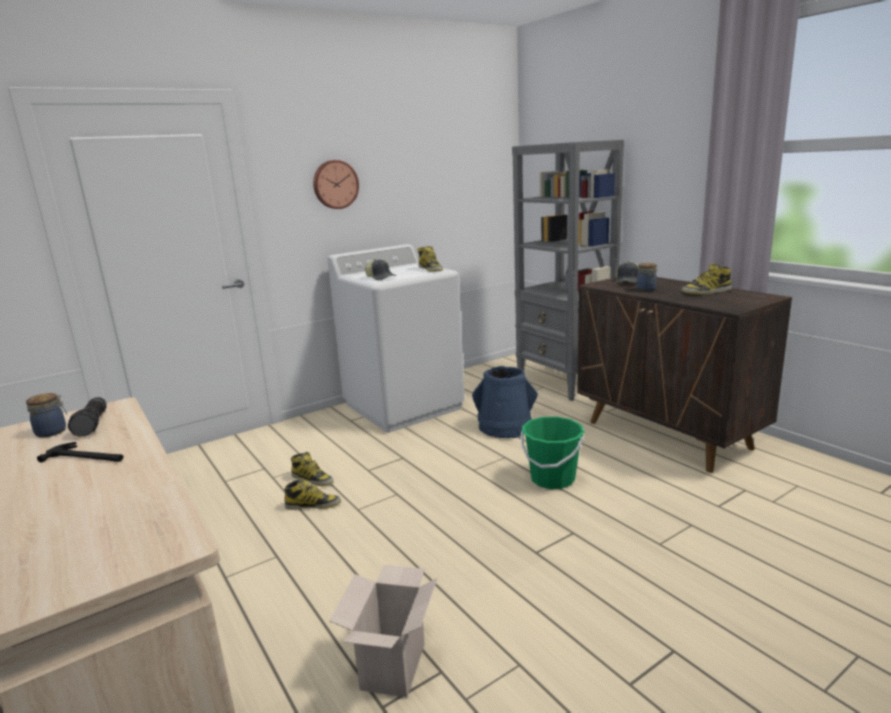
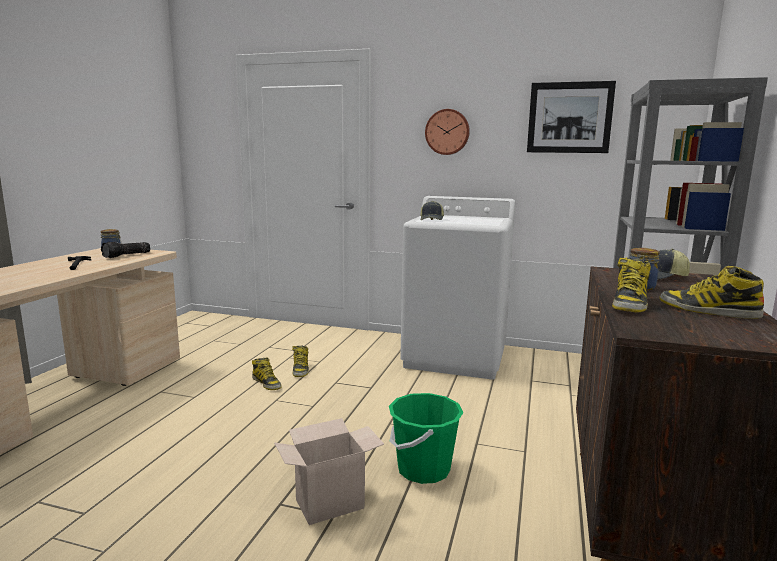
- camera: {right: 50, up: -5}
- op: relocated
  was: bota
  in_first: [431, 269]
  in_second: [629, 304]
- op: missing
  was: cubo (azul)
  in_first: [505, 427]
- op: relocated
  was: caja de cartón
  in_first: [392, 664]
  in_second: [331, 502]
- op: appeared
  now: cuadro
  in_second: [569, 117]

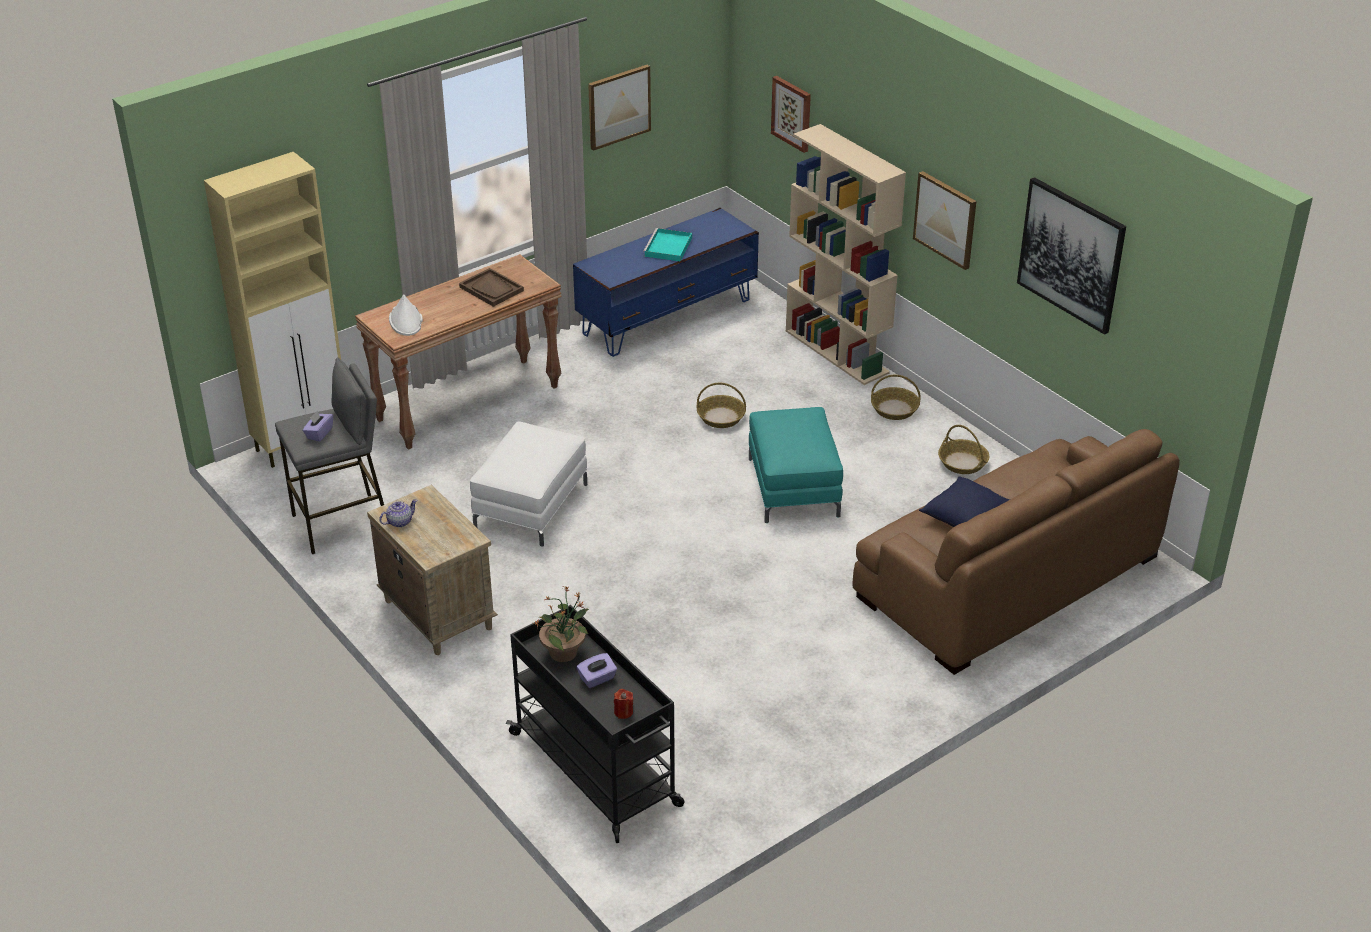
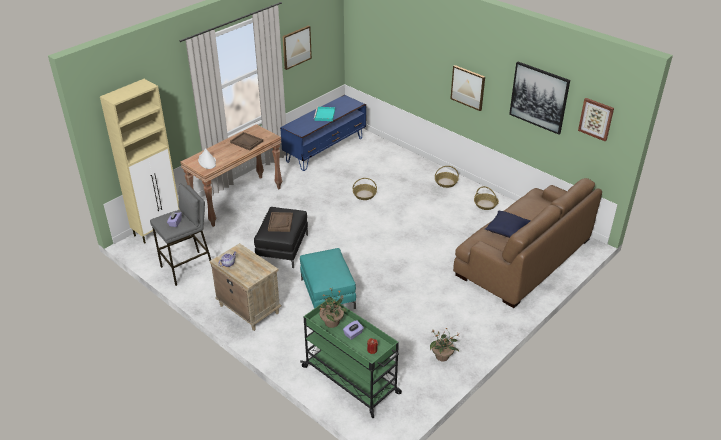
- camera: {right: -10, up: 0}
- op: relocated
  was: cuadro
  in_first: [792, 113]
  in_second: [596, 119]
- op: missing
  was: estantería (beis)
  in_first: [837, 352]
- op: relocated
  was: puf (turquesa)
  in_first: [793, 487]
  in_second: [328, 293]
- op: colour
  was: puf (blanco)
  now: puf (negro)
  in_first: [531, 506]
  in_second: [282, 248]
- op: colour
  was: carrito (negro)
  now: carrito (verde)
  in_first: [596, 770]
  in_second: [351, 380]
- op: appeared
  now: bandeja (marrón)
  in_second: [280, 222]
- op: appeared
  now: planta en maceta
  in_second: [442, 356]

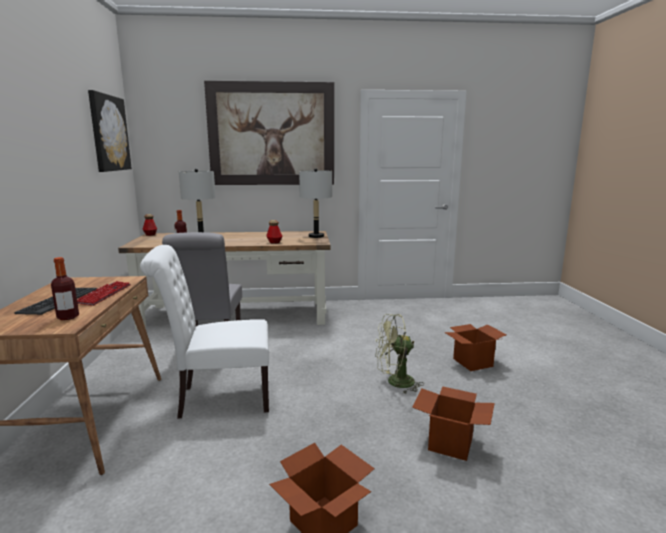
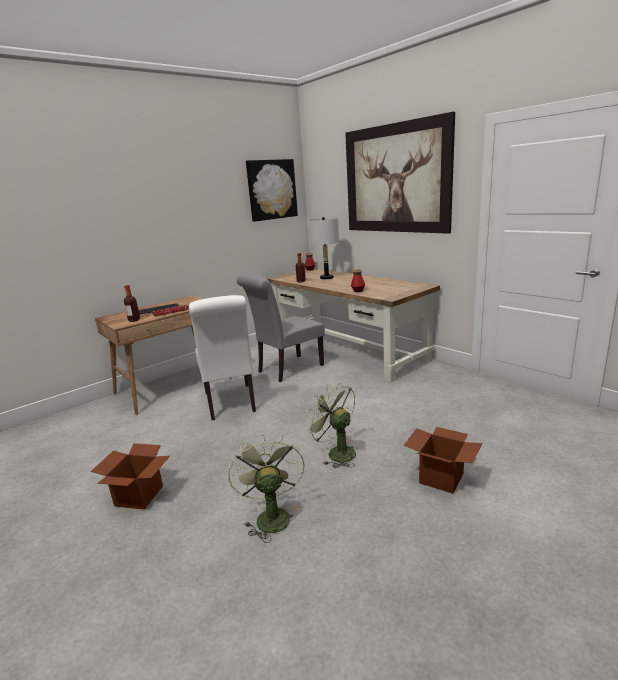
- camera: {right: 55, up: 5}
- op: missing
  was: lámpara de mesa (gris)
  in_first: [316, 236]
- op: spun
  was: silla (blanco)
  in_first: [218, 399]
  in_second: [231, 403]
  clockwise: -150
- op: exchanged
  was: caja de cartón
  now: ventilador (verde)
  in_first: [450, 444]
  in_second: [270, 515]

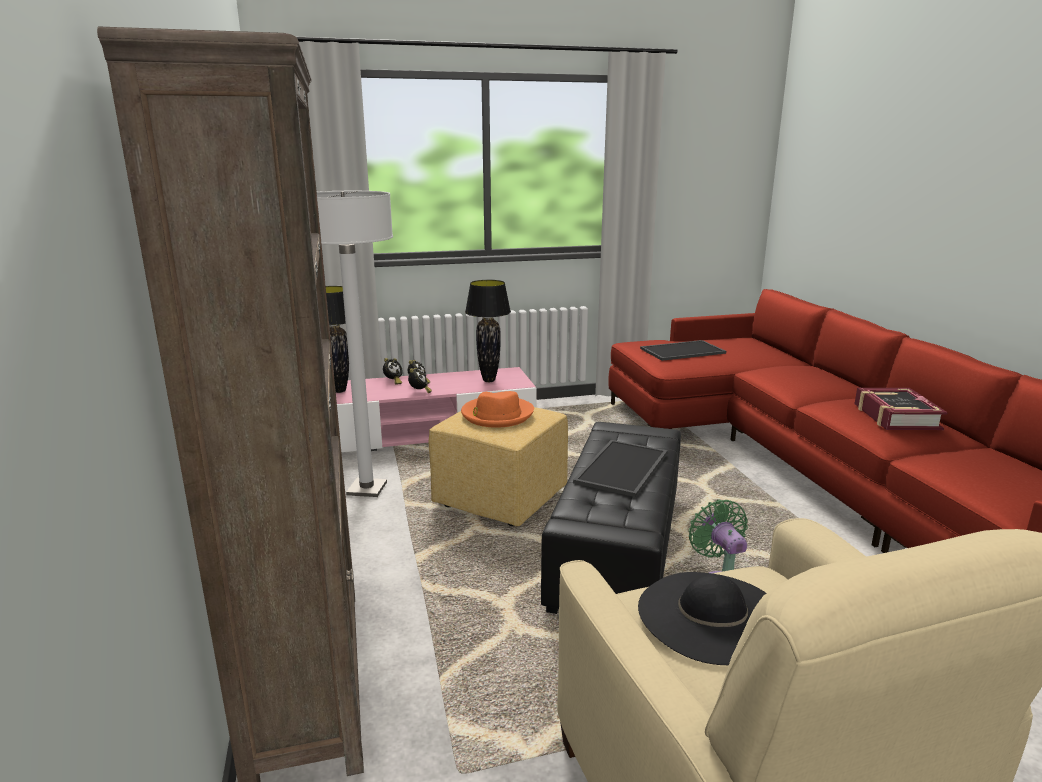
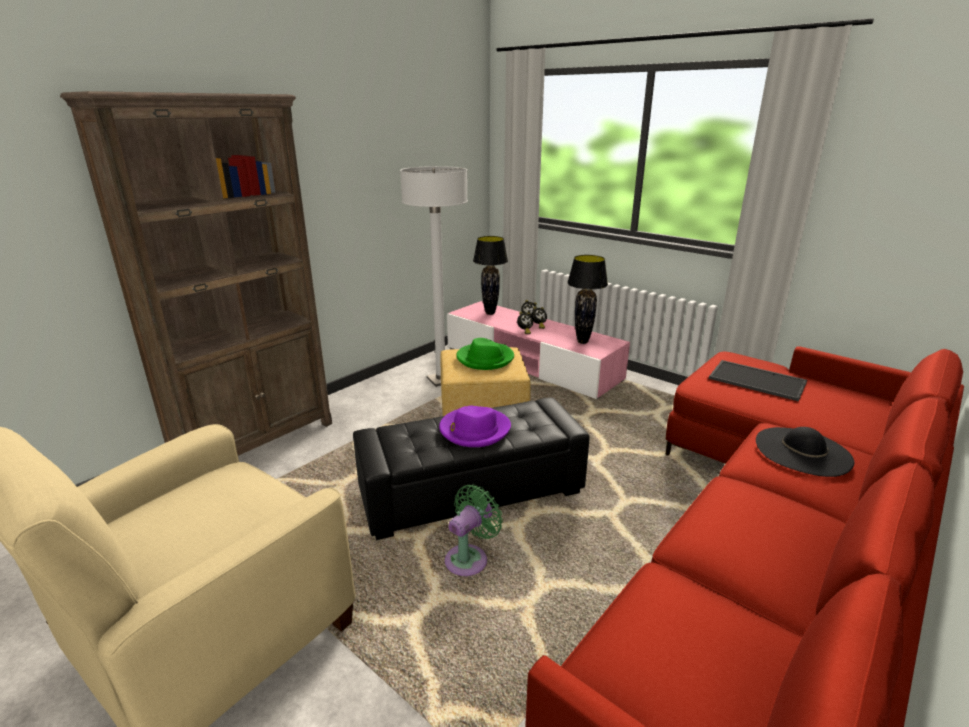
- camera: {right: 55, up: 5}
- op: missing
  was: libro
  in_first: [895, 417]
- op: colour
  was: sombrero (naranja)
  now: sombrero (verde)
  in_first: [497, 415]
  in_second: [485, 358]
- op: exchanged
  was: bandeja
  now: sombrero (morado)
  in_first: [623, 468]
  in_second: [474, 430]
- op: relocated
  was: sombrero (negro)
  in_first: [712, 616]
  in_second: [802, 451]

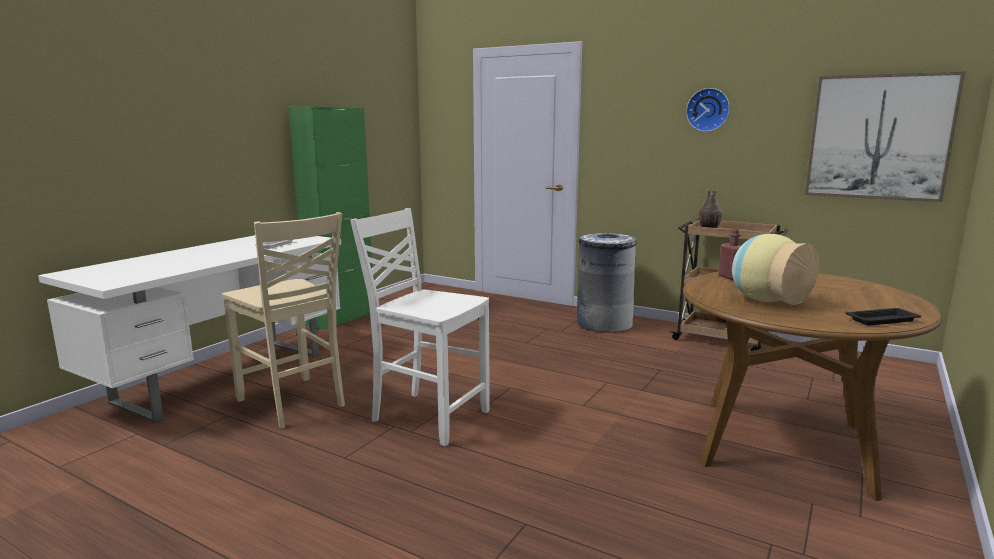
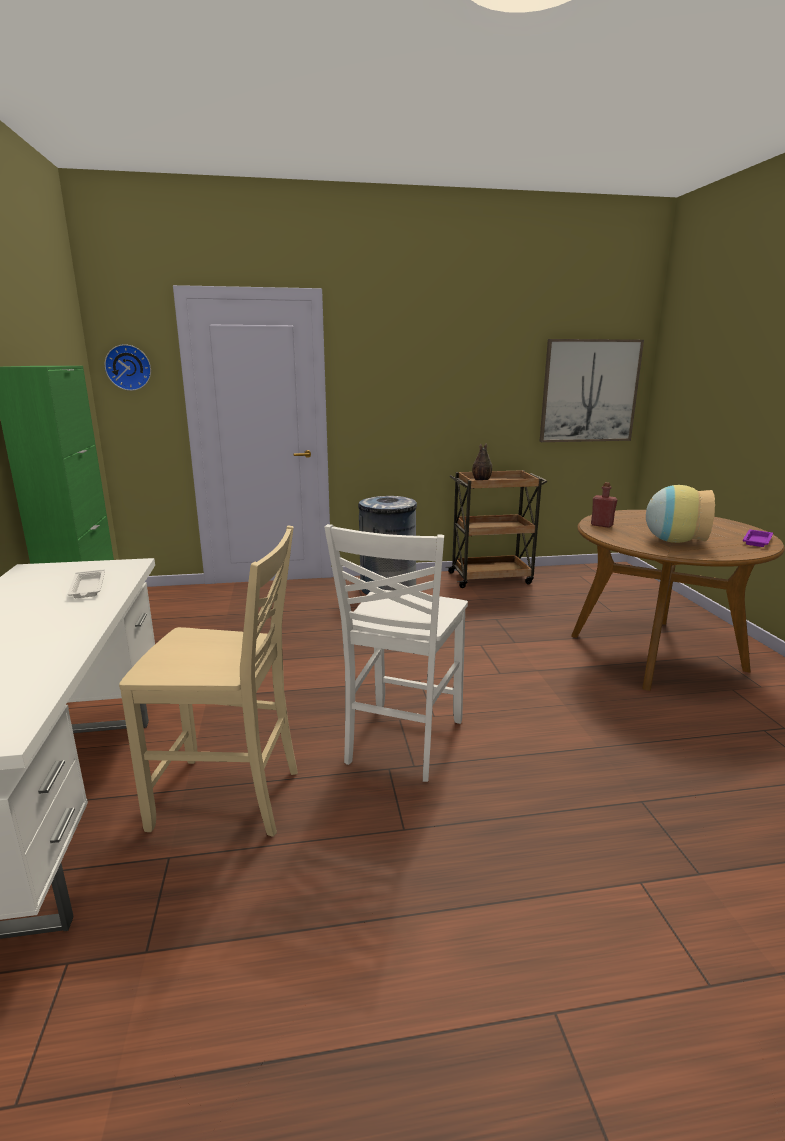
- camera: {right: -40, up: 5}
- op: relocated
  was: reloj de pared
  in_first: [708, 110]
  in_second: [129, 367]
- op: spun
  was: silla (blanco)
  in_first: [428, 416]
  in_second: [401, 742]
  clockwise: -60
- op: colour
  was: bandeja (negro)
  now: bandeja (morado)
  in_first: [883, 320]
  in_second: [757, 541]

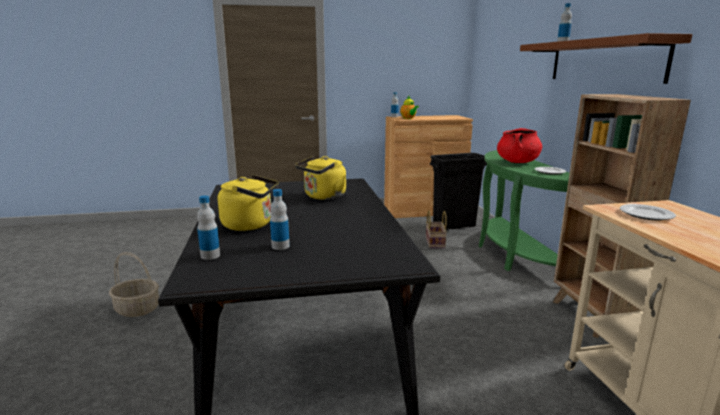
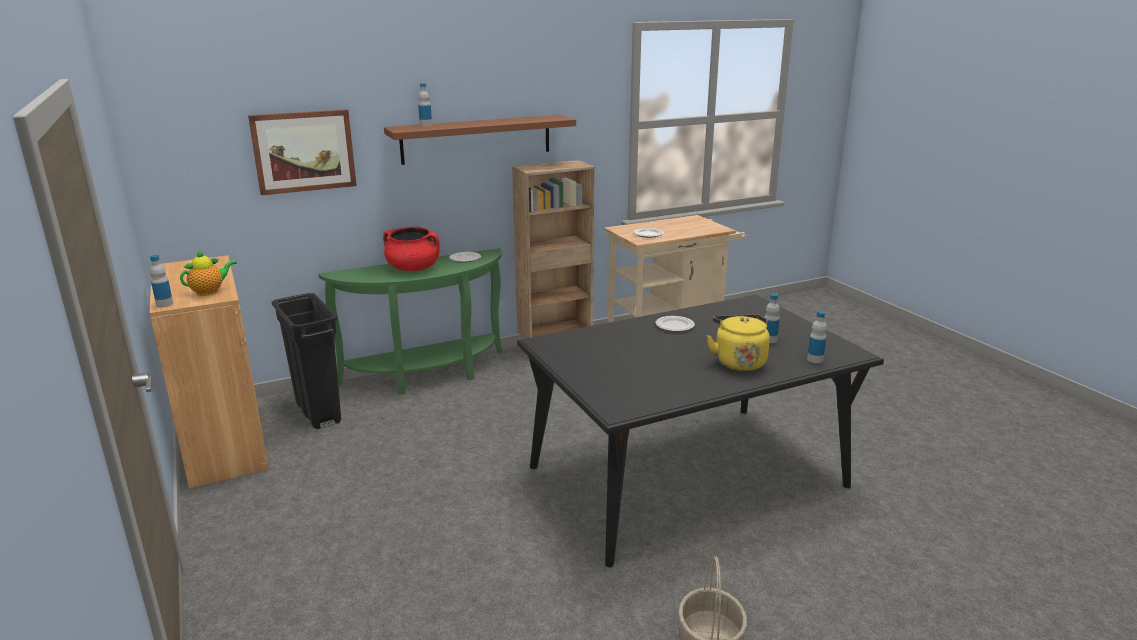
- camera: {right: -105, up: 5}
- op: missing
  was: hervidor (amarillo)
  in_first: [323, 197]
- op: missing
  was: cesta
  in_first: [435, 243]
- op: appeared
  now: cuadro
  in_second: [304, 151]
- op: appeared
  now: plato
  in_second: [674, 326]

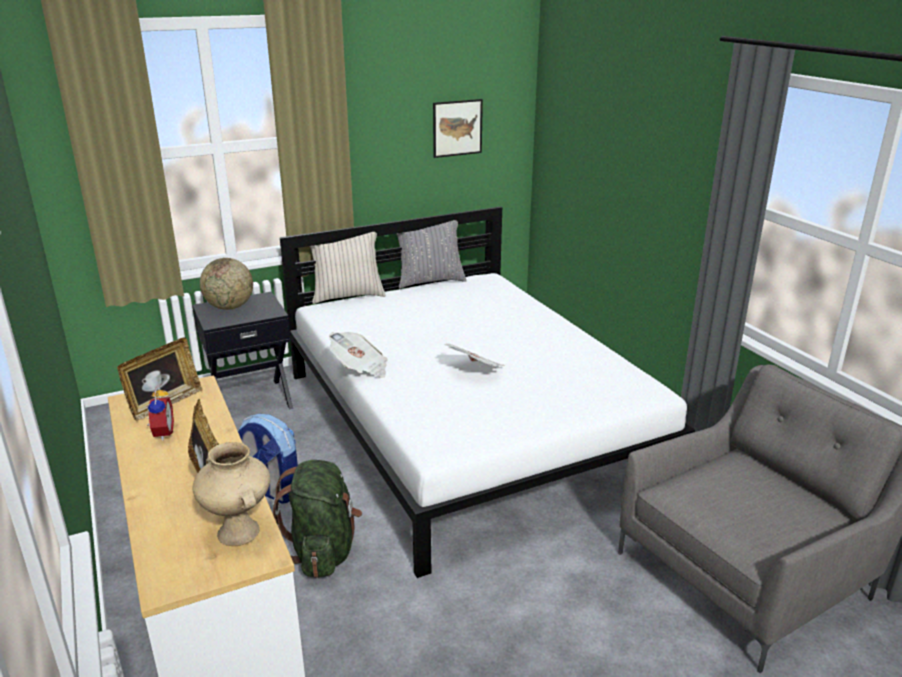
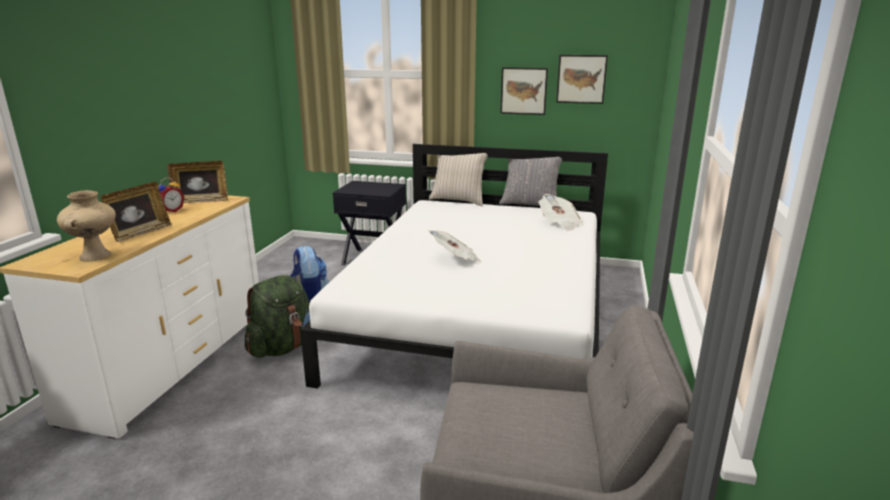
- camera: {right: 40, up: -5}
- op: missing
  was: globo terráqueo
  in_first: [230, 307]
- op: relocated
  was: periódico
  in_first: [360, 369]
  in_second: [559, 224]
- op: appeared
  now: cuadro
  in_second: [523, 91]

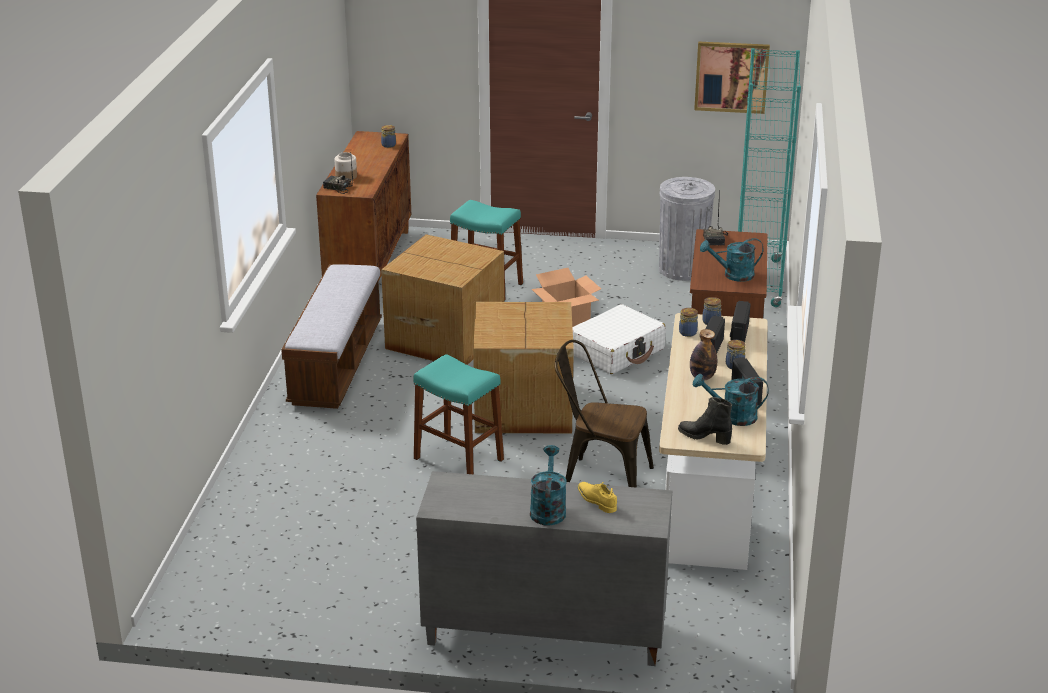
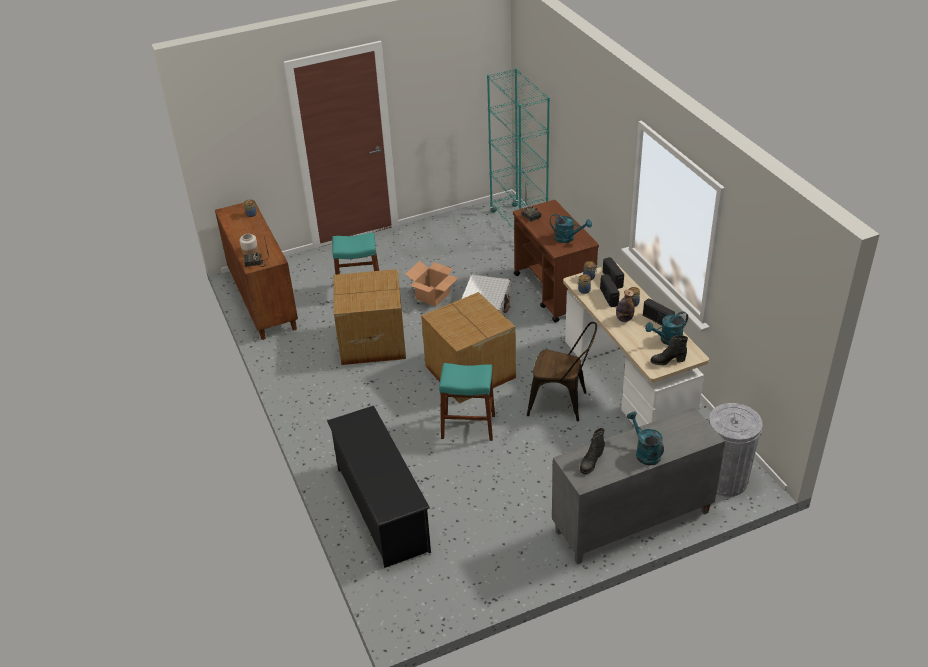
- camera: {right: -30, up: 10}
- op: missing
  was: cuadro
  in_first: [731, 77]
- op: relocated
  was: papelera (gris)
  in_first: [683, 269]
  in_second: [725, 479]
- op: spun
  was: regadera (turquesa)
  in_first: [733, 275]
  in_second: [568, 238]
  clockwise: -120
- op: missing
  was: banco
  in_first: [336, 363]
- op: spun
  was: silla (marrón)
  in_first: [599, 480]
  in_second: [562, 403]
  clockwise: -150
- op: missing
  was: zapato (amarillo)
  in_first: [596, 501]
- op: appeared
  now: zapatero (negro)
  in_second: [382, 508]
- op: appeared
  now: bota (negro)
  in_second: [591, 462]

